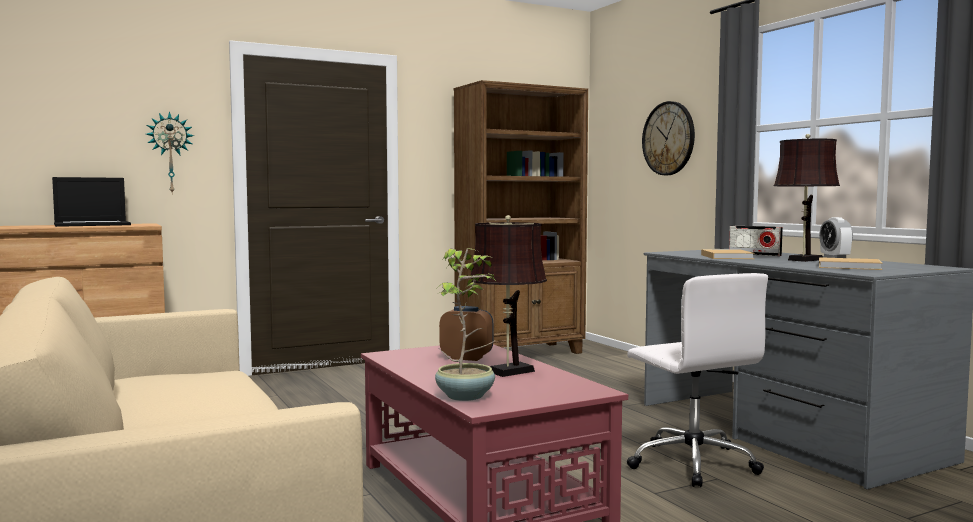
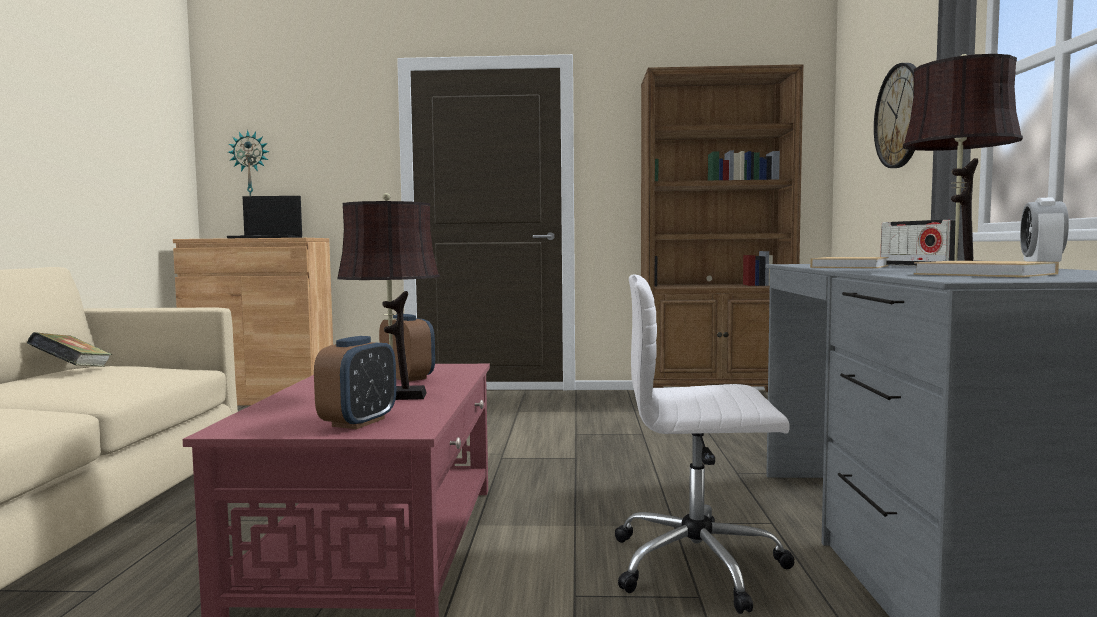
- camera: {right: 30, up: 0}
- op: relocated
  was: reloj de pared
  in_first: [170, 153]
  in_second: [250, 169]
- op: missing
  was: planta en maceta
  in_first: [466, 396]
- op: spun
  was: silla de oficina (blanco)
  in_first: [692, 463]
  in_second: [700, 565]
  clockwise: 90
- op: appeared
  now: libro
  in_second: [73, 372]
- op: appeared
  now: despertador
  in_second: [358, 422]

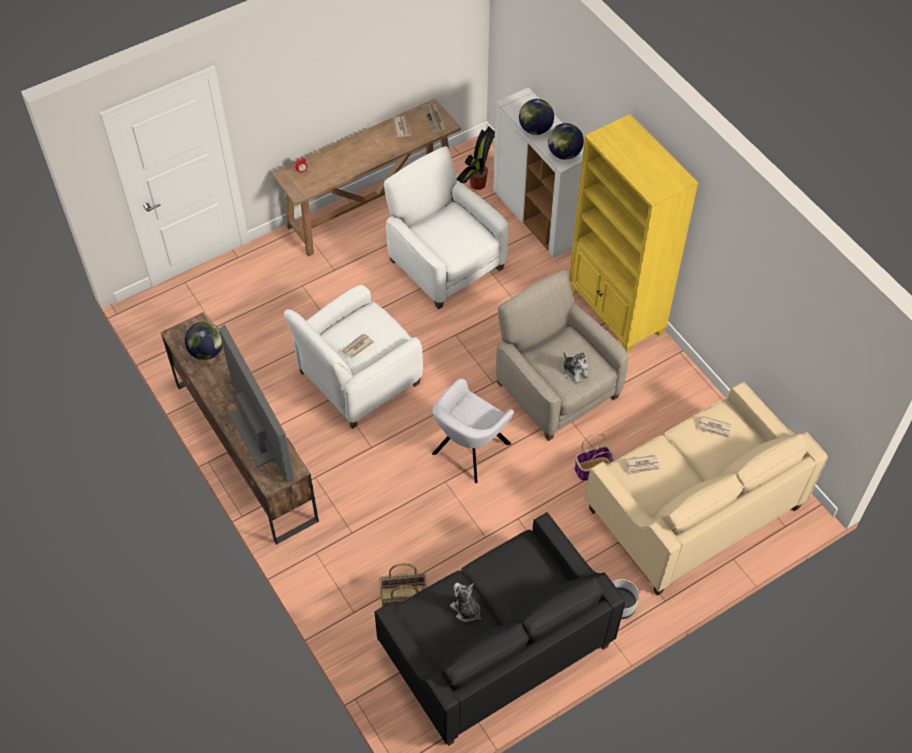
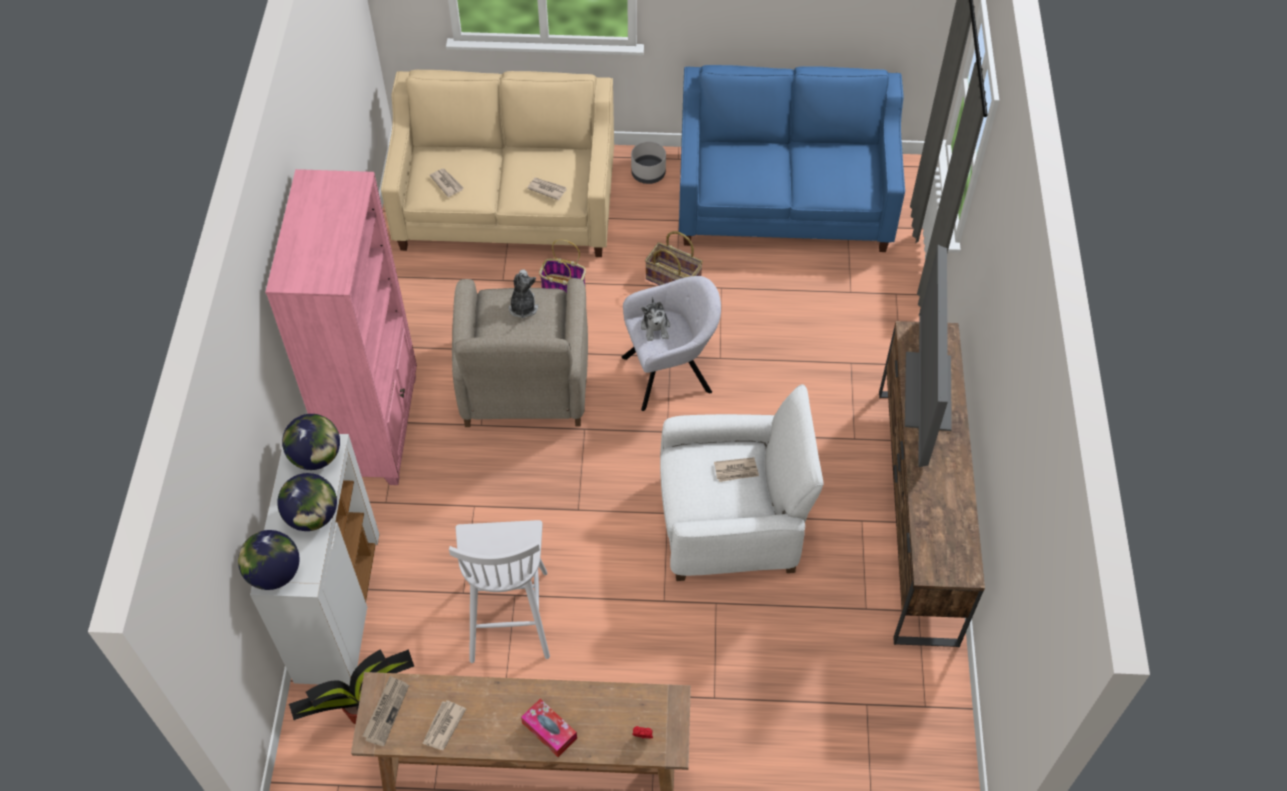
- camera: {right: -145, up: 0}
- op: colour
  was: estantería (amarillo)
  now: estantería (rosa)
  in_first: [616, 312]
  in_second: [377, 427]
- op: exchanged
  was: sillón (blanco)
  now: taburete (blanco)
  in_first: [445, 263]
  in_second: [509, 614]
- op: relocated
  was: globo terráqueo
  in_first: [207, 351]
  in_second: [274, 573]
- op: colour
  was: sofá (negro)
  now: sofá (azul)
  in_first: [495, 646]
  in_second: [783, 201]
- op: relocated
  was: cesta
  in_first: [404, 598]
  in_second: [674, 279]
- op: relocated
  was: peluche
  in_first: [466, 609]
  in_second: [655, 327]
- op: appeared
  now: caja de pañuelos
  in_second: [549, 731]

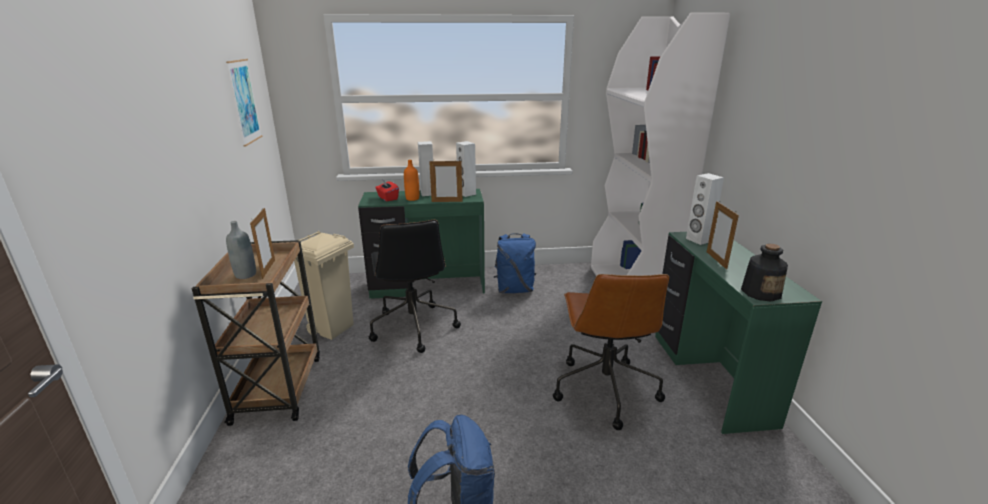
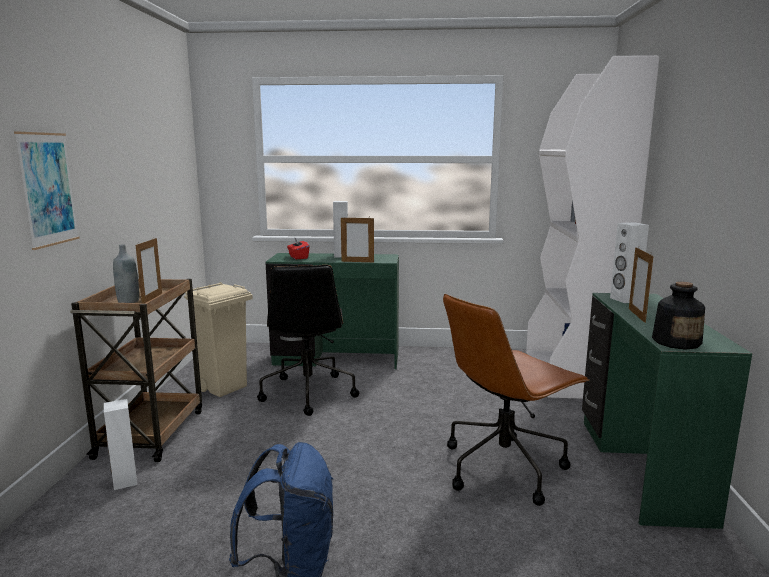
- camera: {right: 10, up: -10}
- op: relocated
  was: cuadro
  in_first: [244, 102]
  in_second: [48, 189]
- op: relocated
  was: altavoz (blanco)
  in_first: [466, 194]
  in_second: [124, 481]
- op: missing
  was: botella (naranja)
  in_first: [412, 198]
- op: missing
  was: mochila (azul)
  in_first: [515, 289]
- op: spun
  was: silla de oficina (marrón)
  in_first: [604, 389]
  in_second: [504, 467]
  clockwise: 45

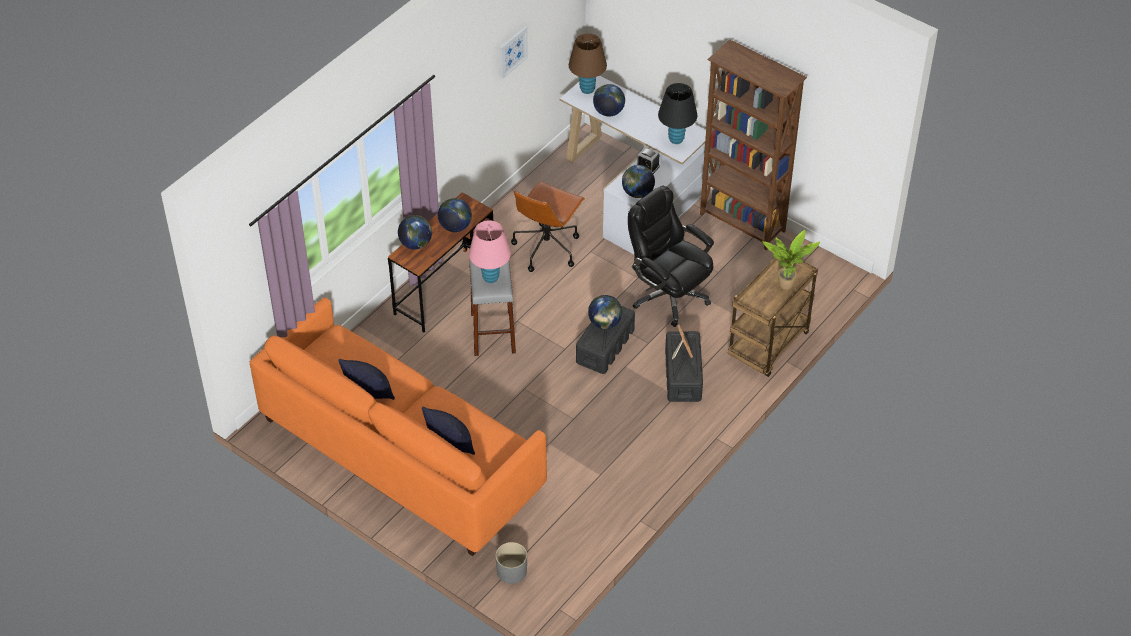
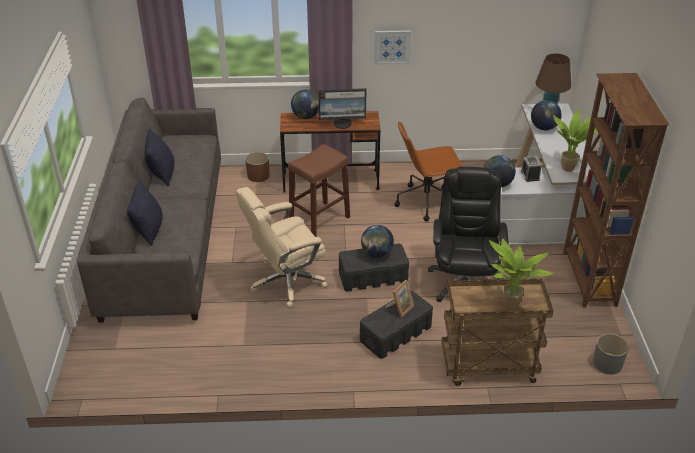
- camera: {right: 50, up: -10}
- op: relocated
  was: cuadro
  in_first: [512, 51]
  in_second: [392, 47]
- op: exchanged
  was: lámpara de mesa (negro)
  now: planta en maceta
  in_first: [676, 139]
  in_second: [569, 168]
- op: exchanged
  was: globo terráqueo
  now: monitor
  in_first: [455, 227]
  in_second: [342, 123]
- op: missing
  was: lámpara de mesa (rosa)
  in_first: [490, 278]
- op: colour
  was: taburete (gris)
  now: taburete (marrón)
  in_first: [493, 333]
  in_second: [319, 220]
- op: colour
  was: sofá (naranja)
  now: sofá (gris)
  in_first: [401, 454]
  in_second: [165, 239]
- op: relocated
  was: maceta (gris)
  in_first: [511, 571]
  in_second: [607, 363]
- op: appeared
  now: maceta (marrón)
  in_second: [258, 175]
- op: appeared
  now: silla de oficina (beis)
  in_second: [286, 281]

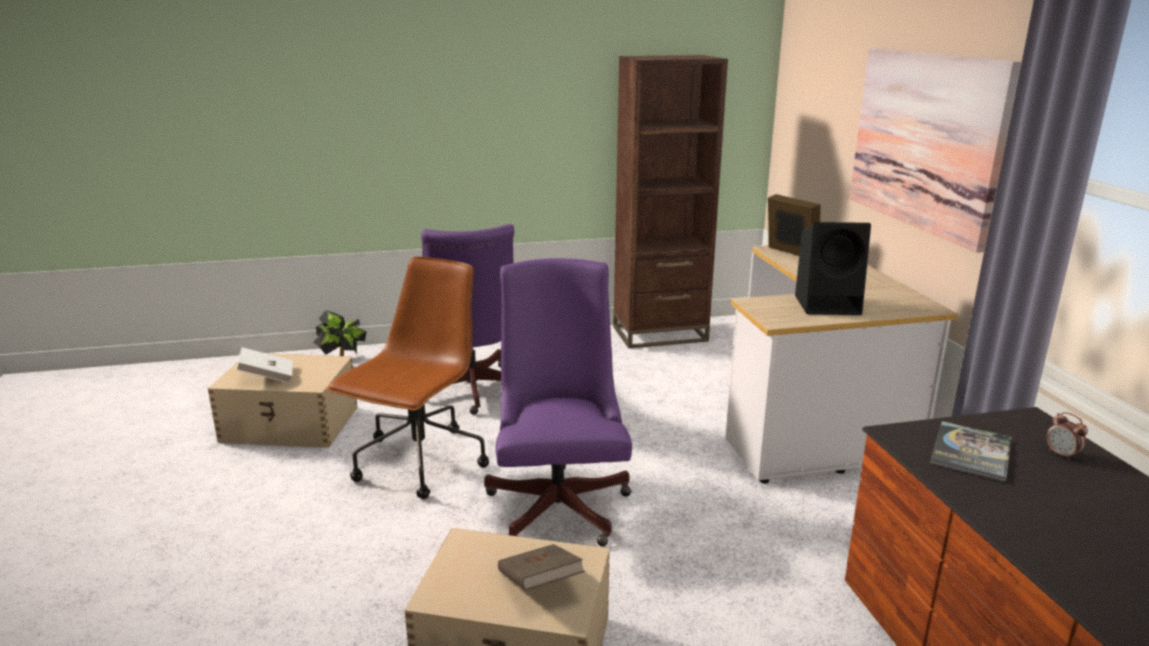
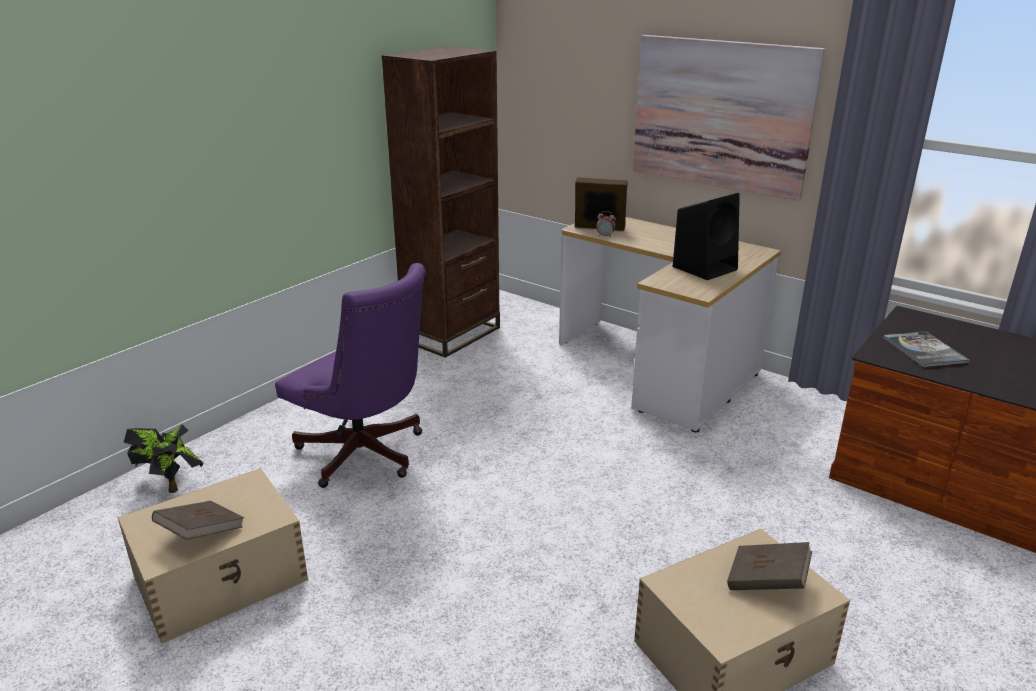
- camera: {right: -40, up: 5}
- op: missing
  was: silla de oficina (marrón)
  in_first: [419, 463]
- op: missing
  was: silla de oficina (morado)
  in_first: [559, 501]
- op: colour
  was: libro (blanco)
  now: libro (marrón)
  in_first: [267, 377]
  in_second: [201, 533]
- op: relocated
  was: despertador
  in_first: [1062, 455]
  in_second: [605, 236]

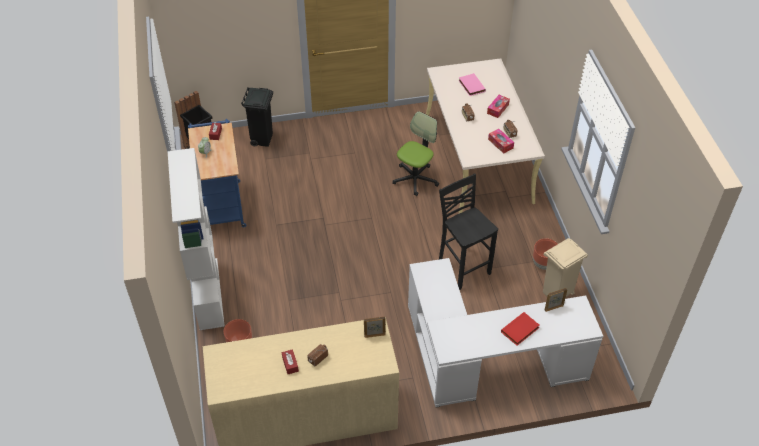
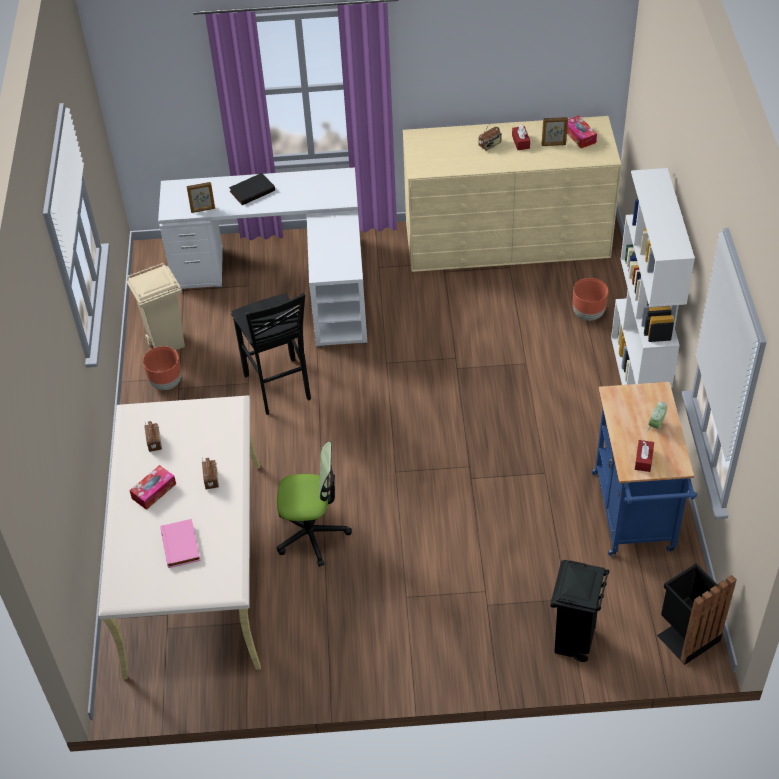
- camera: {right: -170, up: 0}
- op: spun
  was: silla de oficina
  in_first: [415, 179]
  in_second: [312, 534]
  clockwise: -135
- op: relocated
  was: caja de pañuelos
  in_first: [500, 144]
  in_second: [579, 136]
- op: colour
  was: libro (rojo)
  now: libro (negro)
  in_first: [520, 330]
  in_second: [252, 190]
- op: relocated
  was: portarretratos
  in_first: [374, 335]
  in_second: [553, 144]

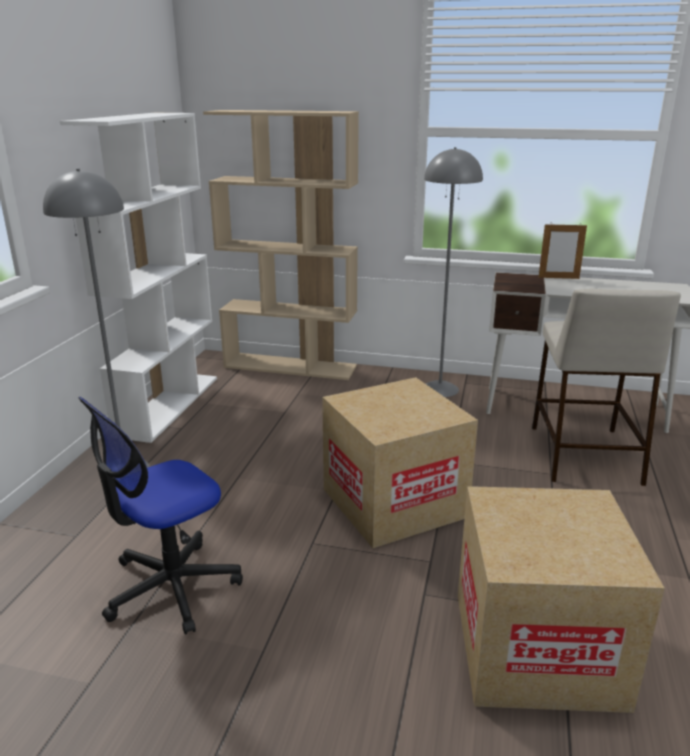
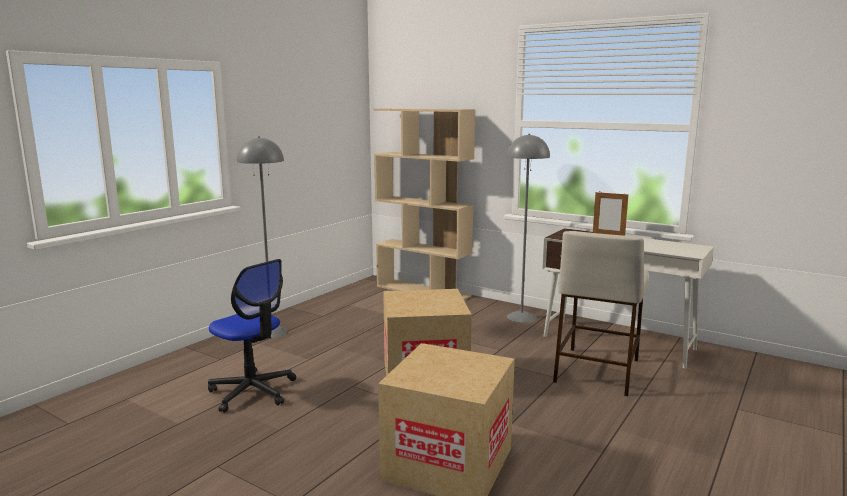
- camera: {right: 20, up: -10}
- op: missing
  was: estantería (blanco)
  in_first: [168, 405]
- op: spun
  was: silla de oficina
  in_first: [171, 587]
  in_second: [252, 391]
  clockwise: -120

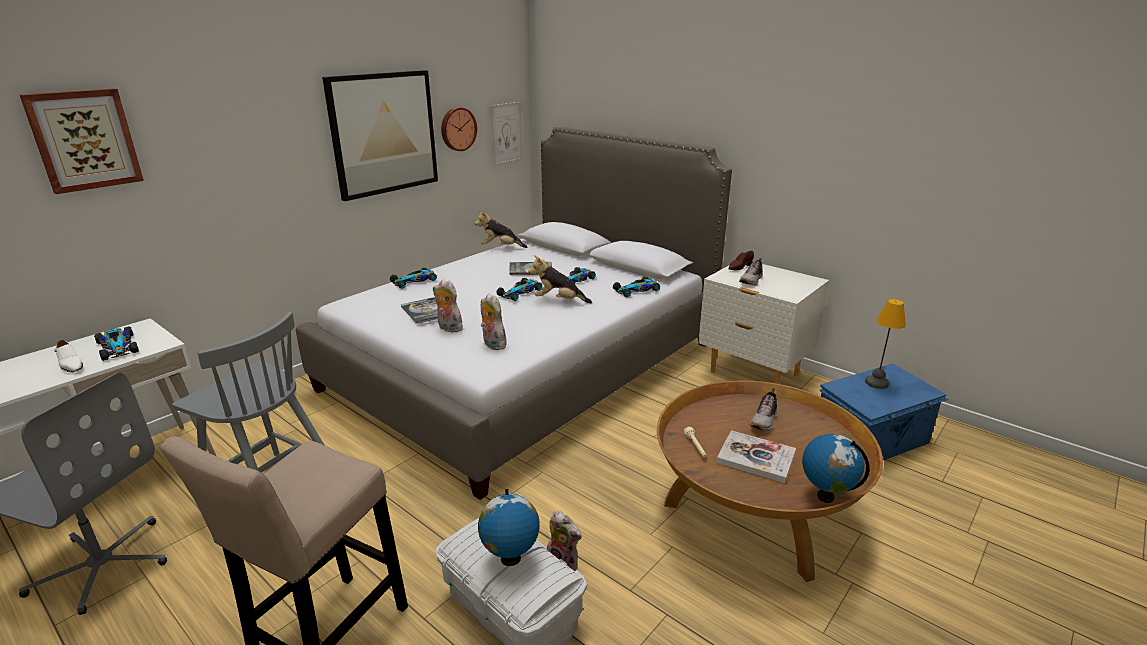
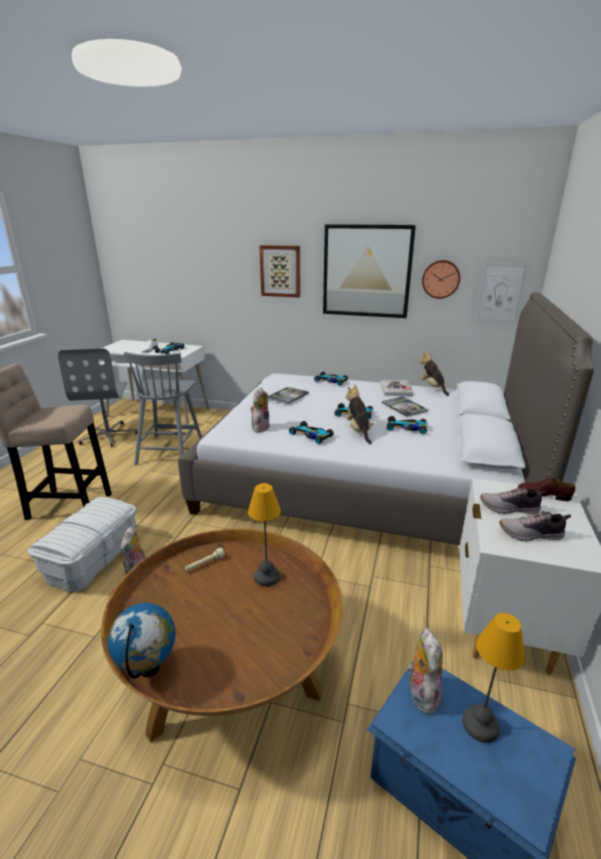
- camera: {right: 65, up: 0}
- op: relocated
  was: cuadro
  in_first: [84, 140]
  in_second: [280, 271]
- op: relocated
  was: coche de juguete
  in_first: [637, 290]
  in_second: [311, 436]
- op: relocated
  was: peluche
  in_first: [448, 328]
  in_second: [421, 692]
- op: relocated
  was: zapato
  in_first: [764, 420]
  in_second: [531, 534]
- op: relocated
  was: libro
  in_first: [756, 458]
  in_second: [396, 389]
- op: missing
  was: globo terráqueo
  in_first: [510, 559]
- op: appeared
  now: lámpara de mesa
  in_second: [266, 576]

